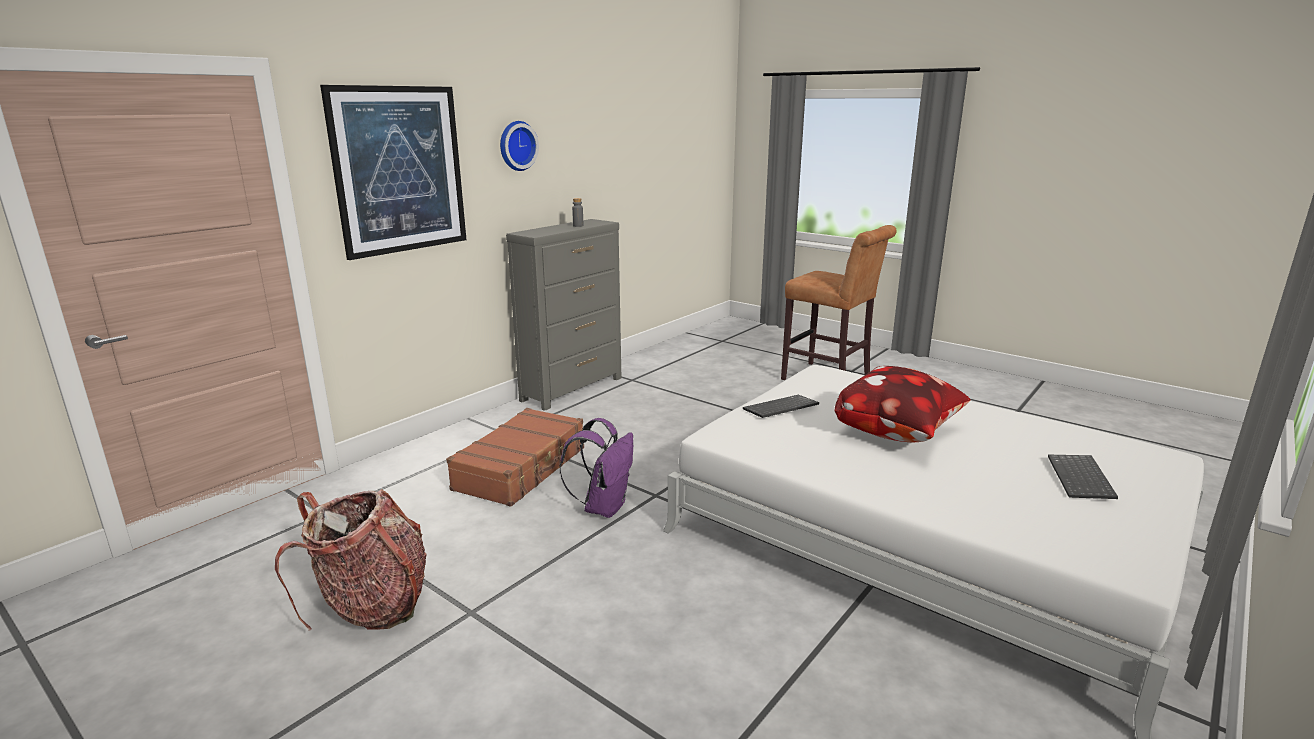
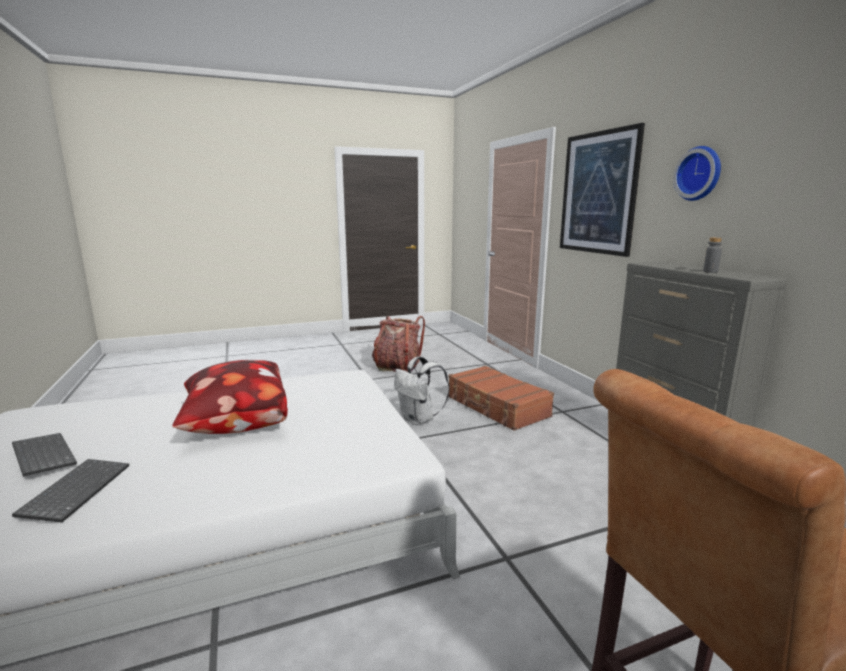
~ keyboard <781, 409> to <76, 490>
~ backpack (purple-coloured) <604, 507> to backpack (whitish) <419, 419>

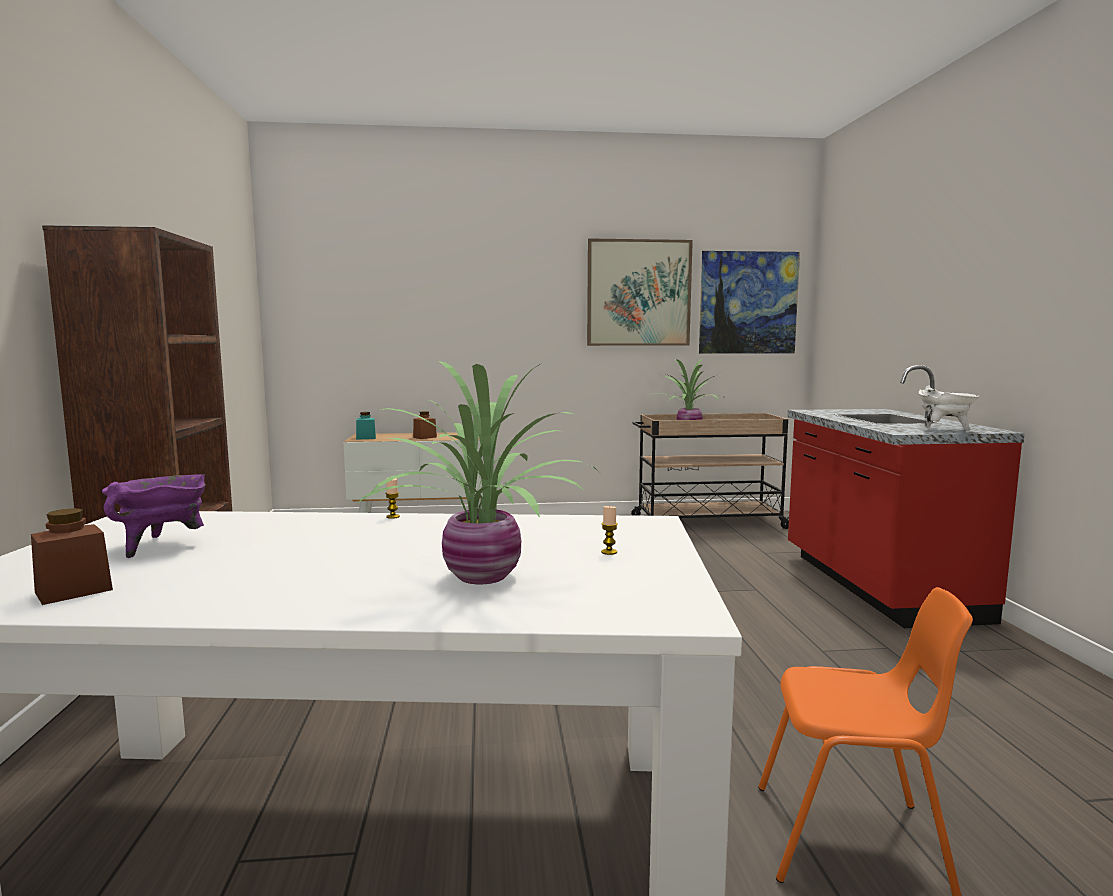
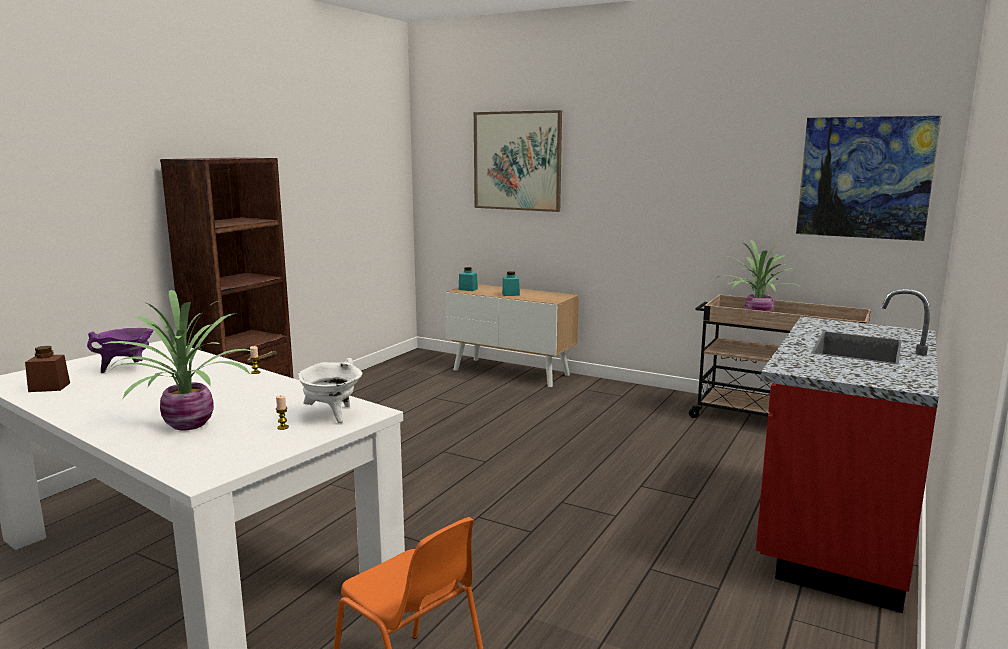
~ stockpot (whitish) <943, 430> to <332, 415>
~ wall art <638, 293> to <517, 161>
~ jar (brownish) <425, 437> to jar (turquoise-coloured) <510, 294>

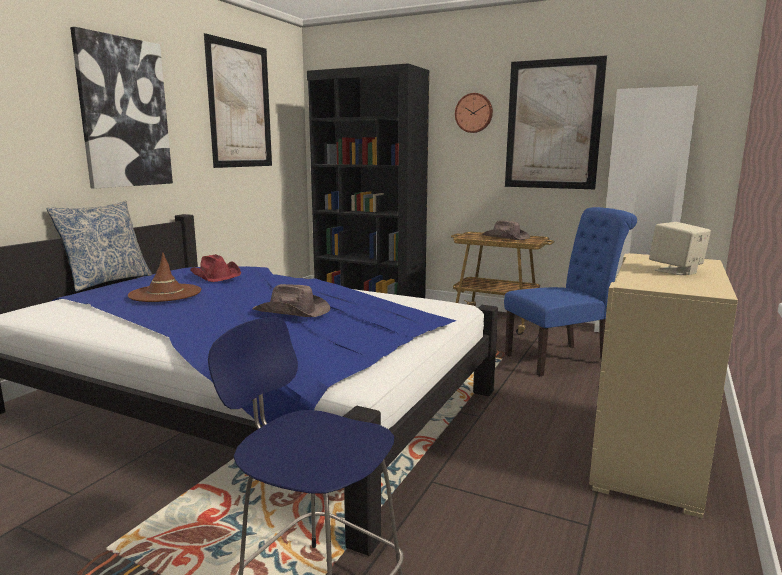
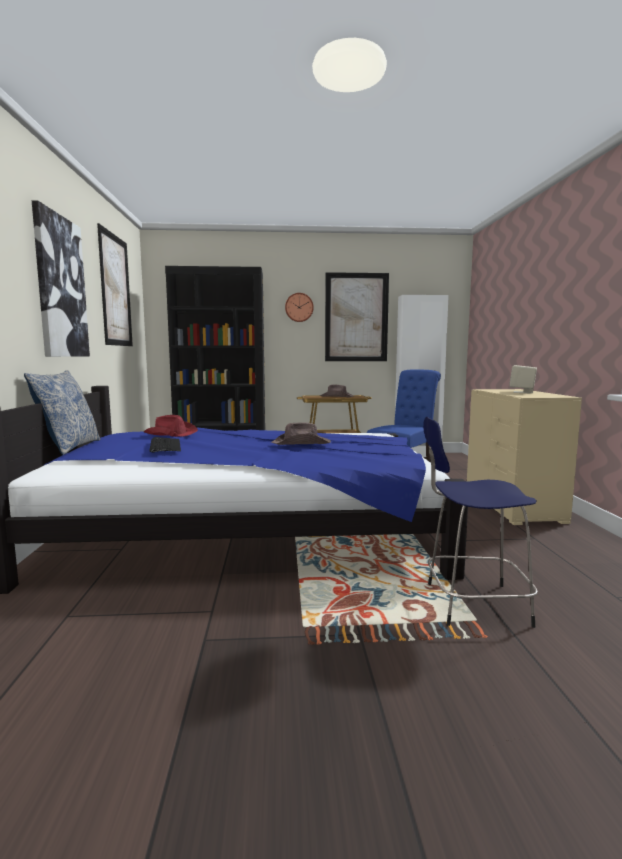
~ wearable hat (brownish) <165, 293> to keyboard <164, 446>

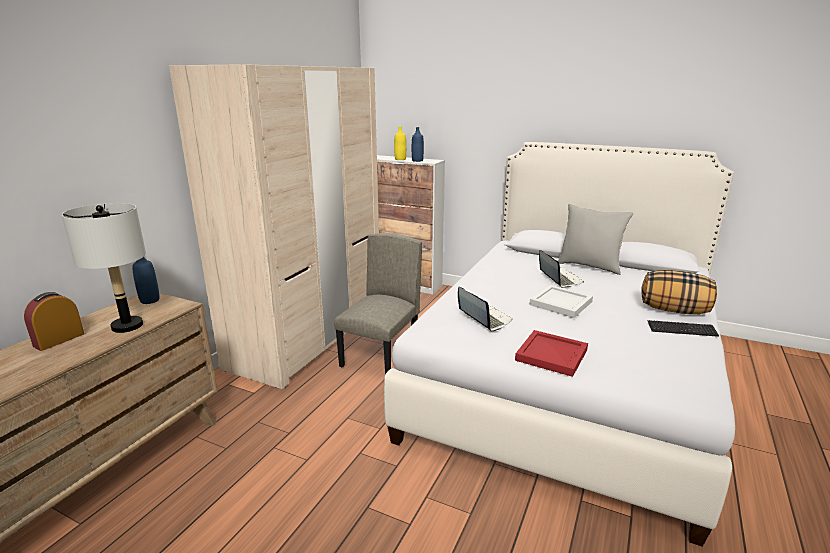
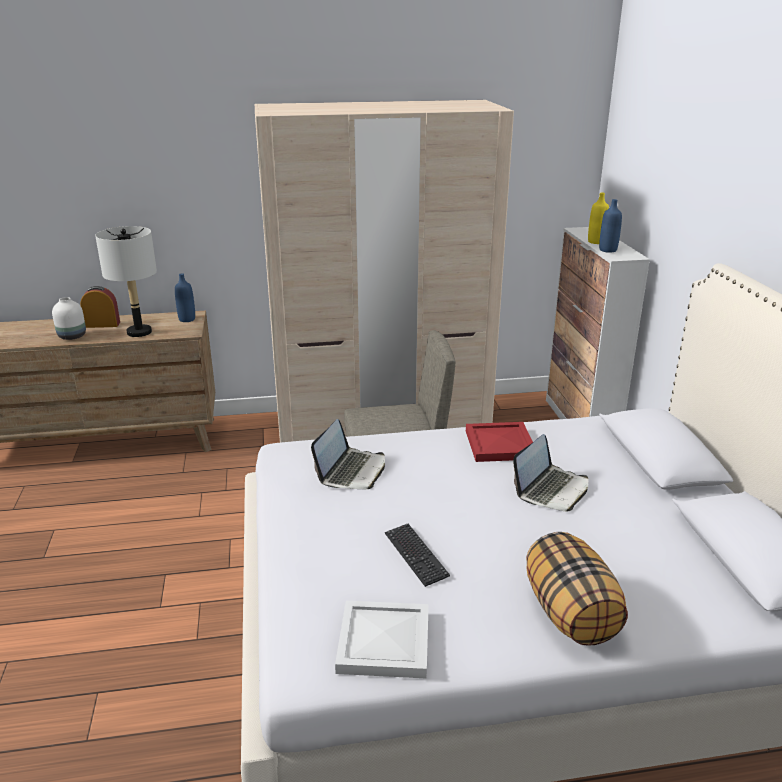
+ flower vase (whitish) <71, 336>
~ serving tray (whitish) <561, 304> to <382, 643>
~ keyboard <682, 329> to <416, 555>
~ serving tray (red) <551, 354> to <500, 444>
- cushion (grey) <589, 266>

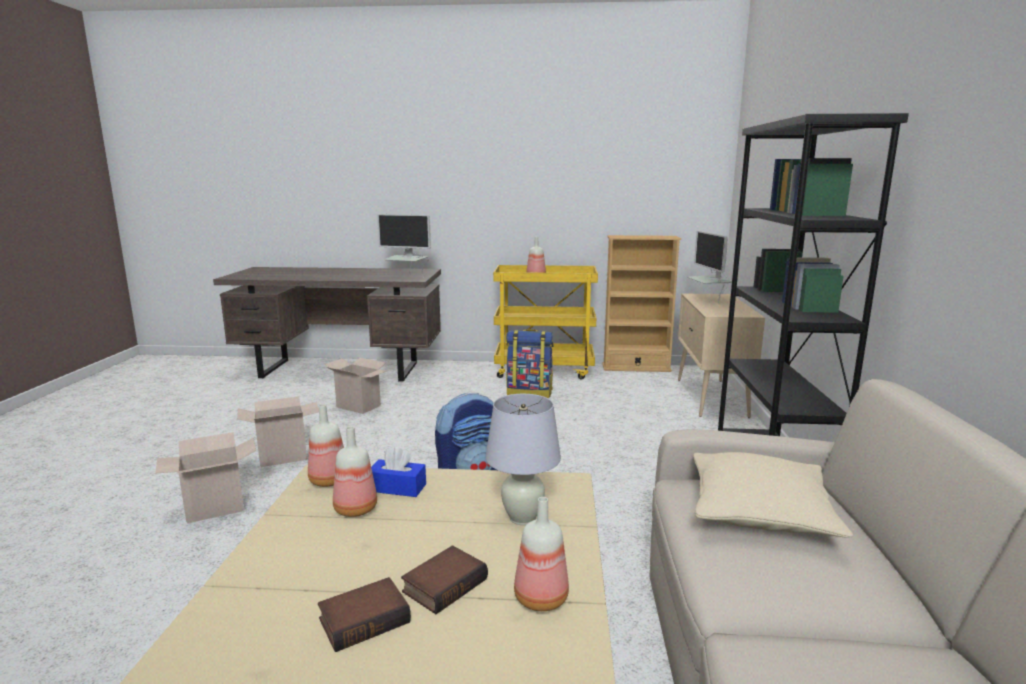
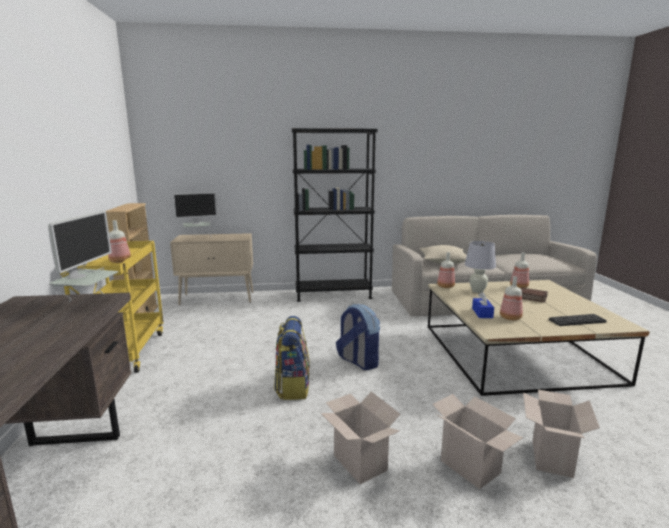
~ backpack <529, 393> to <292, 387>
~ beverage bottle <330, 480> to <445, 286>
~ carton <360, 406> to <550, 456>
+ keyboard <577, 321>
- volume <365, 618>

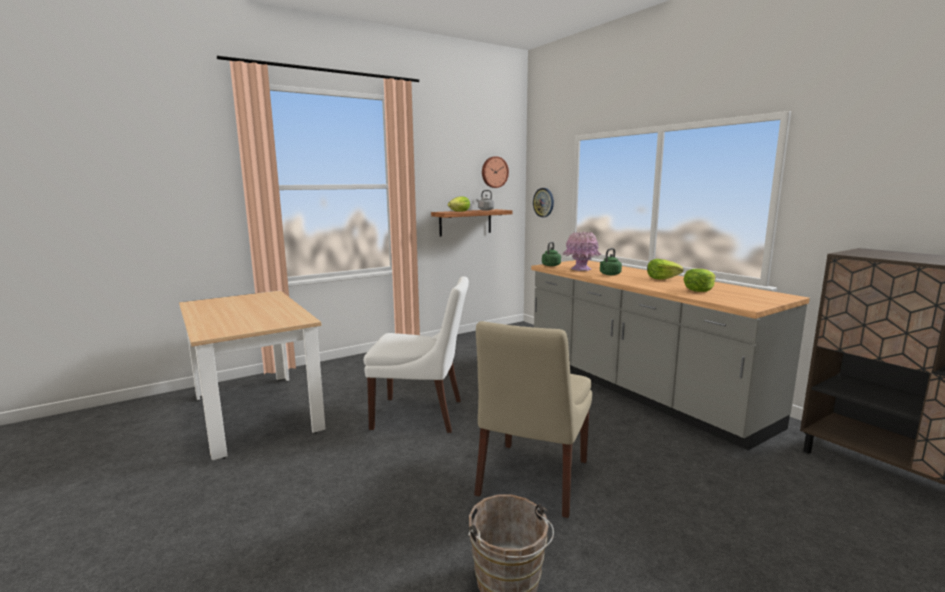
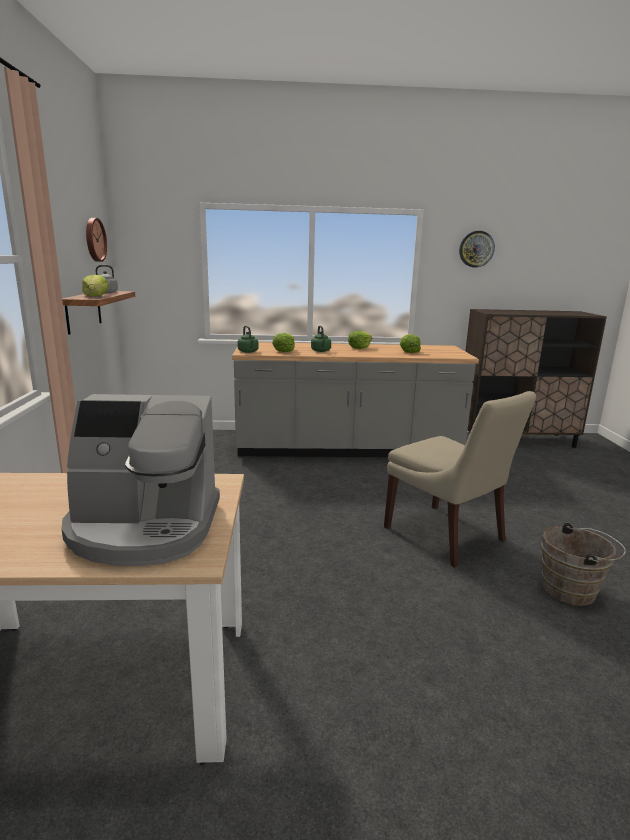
+ coffee maker <145, 527>
~ flower vase (pinkish) <580, 269> to head of lettuce <284, 350>
~ wall clock <543, 202> to <476, 249>
- chair (whitish) <421, 415>

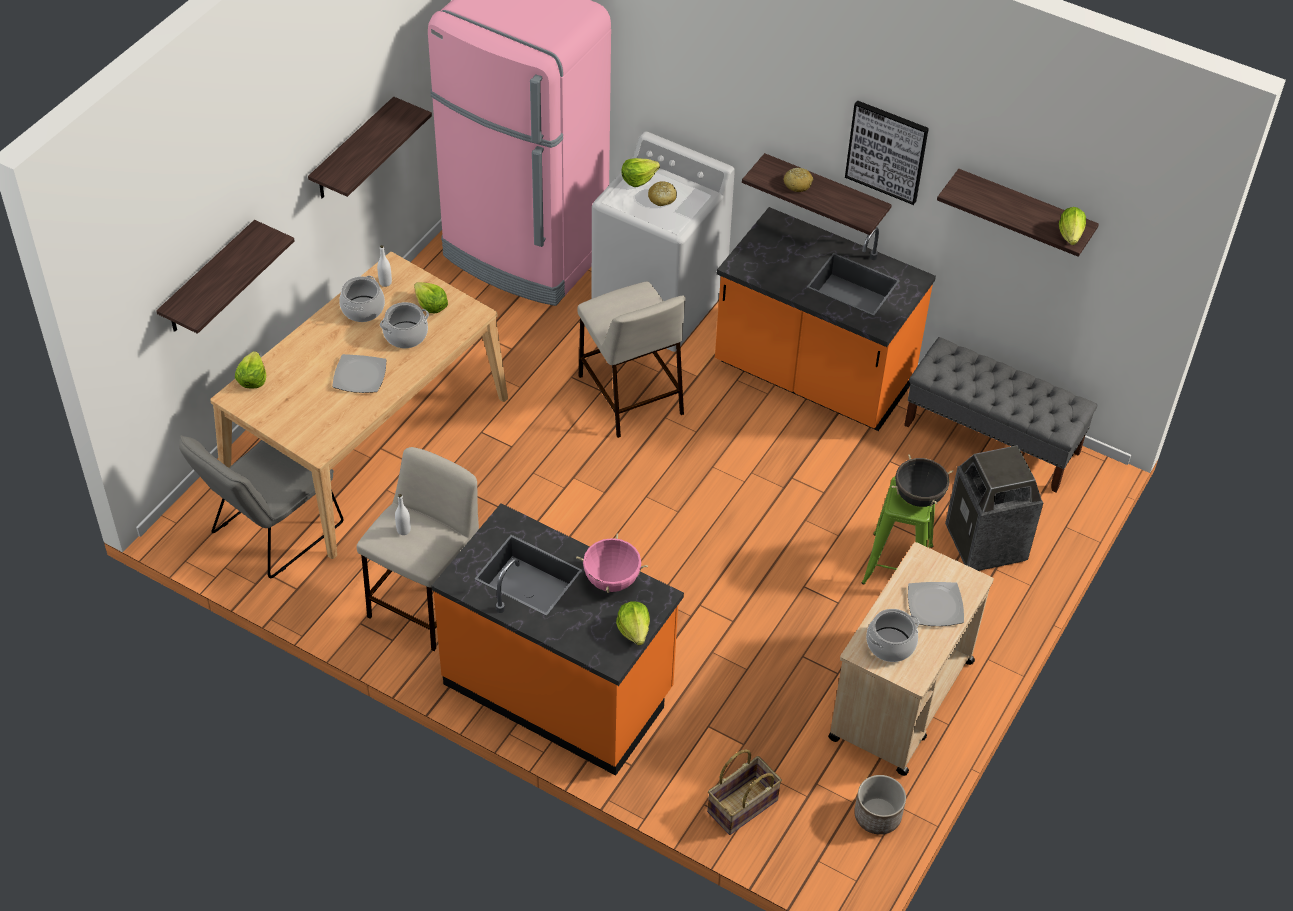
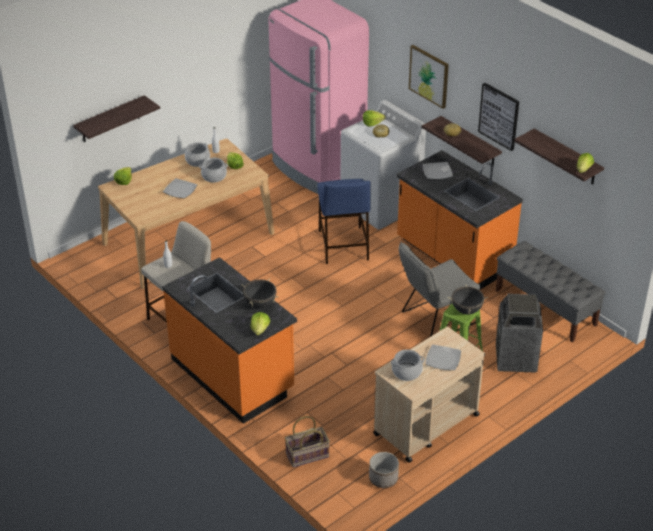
~ stockpot (pinkish) <611, 580> to stockpot (black) <260, 304>
~ sitting stool (sand-coloured) <629, 394> to sitting stool (blue-coloured) <343, 244>
~ chair (grey) <270, 533> to <435, 319>
+ wall art <429, 76>
+ plate <437, 172>
- bracket shelf <353, 150>

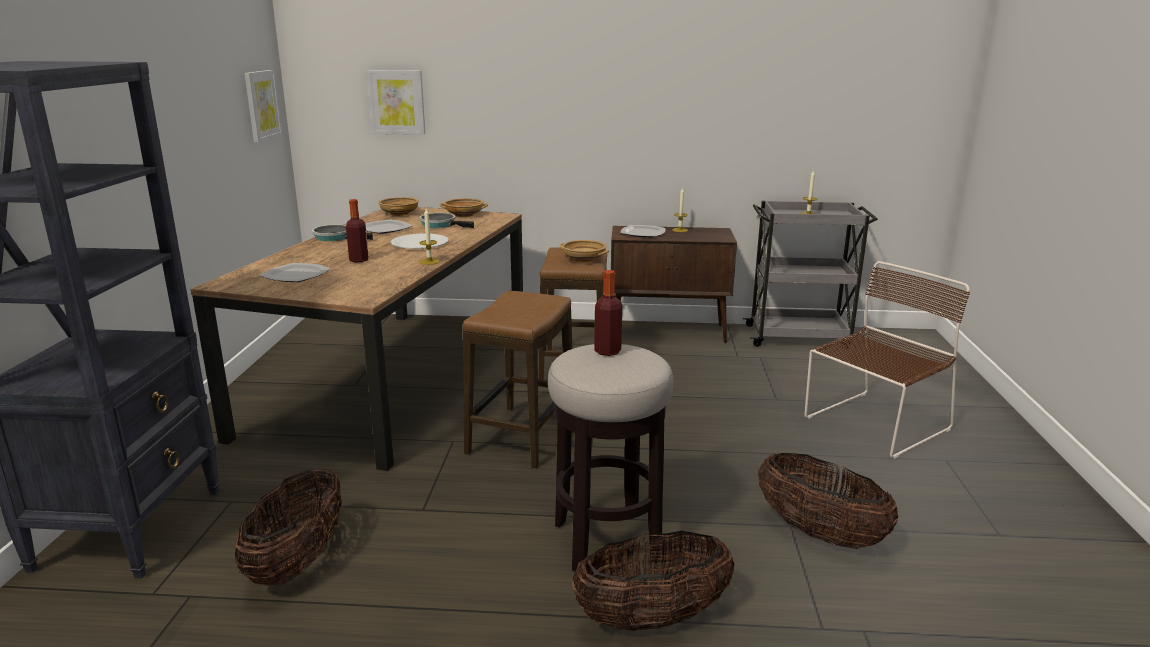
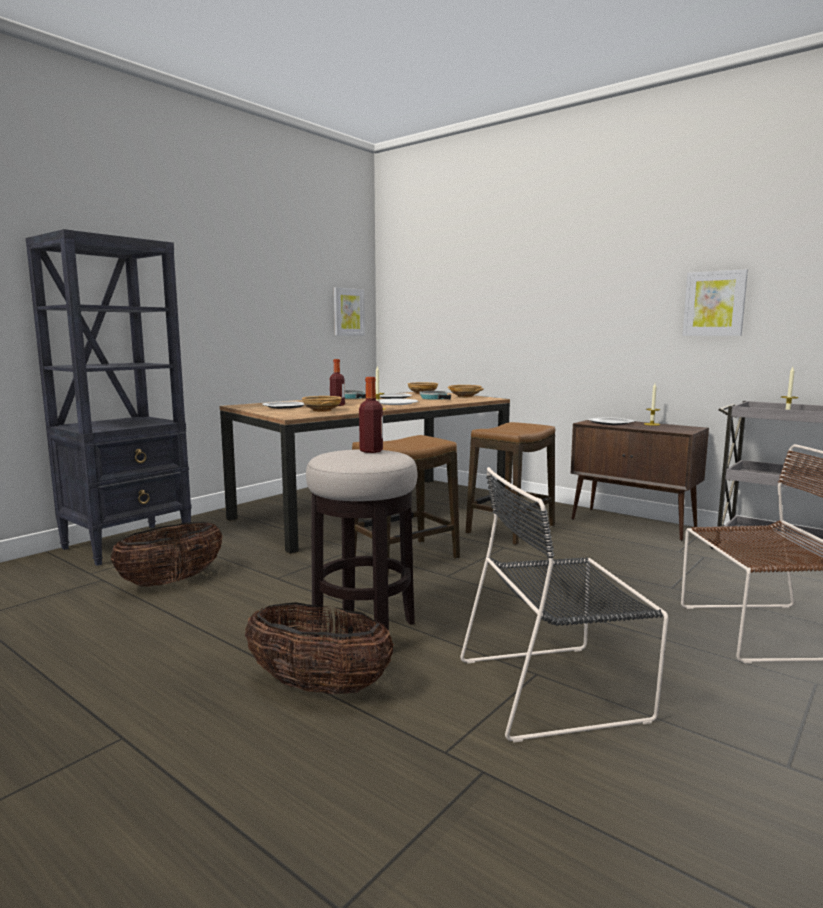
~ bowl (sand-coloured) <583, 259> to <321, 410>
~ household basket <819, 533> to chair (black) <557, 688>
~ wall art <397, 102> to <714, 303>

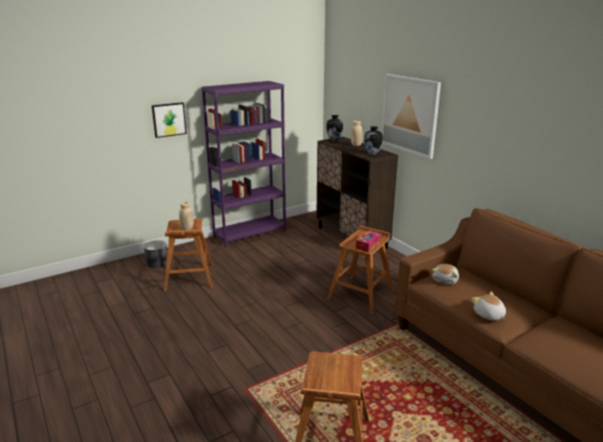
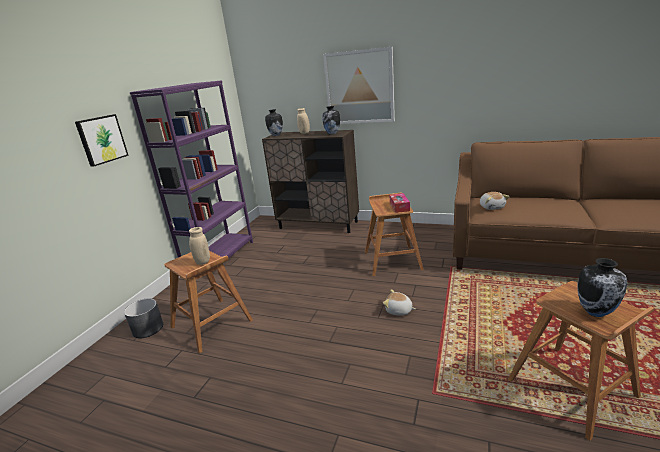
~ plush toy <488, 315> to <398, 311>
+ flower vase <596, 312>

